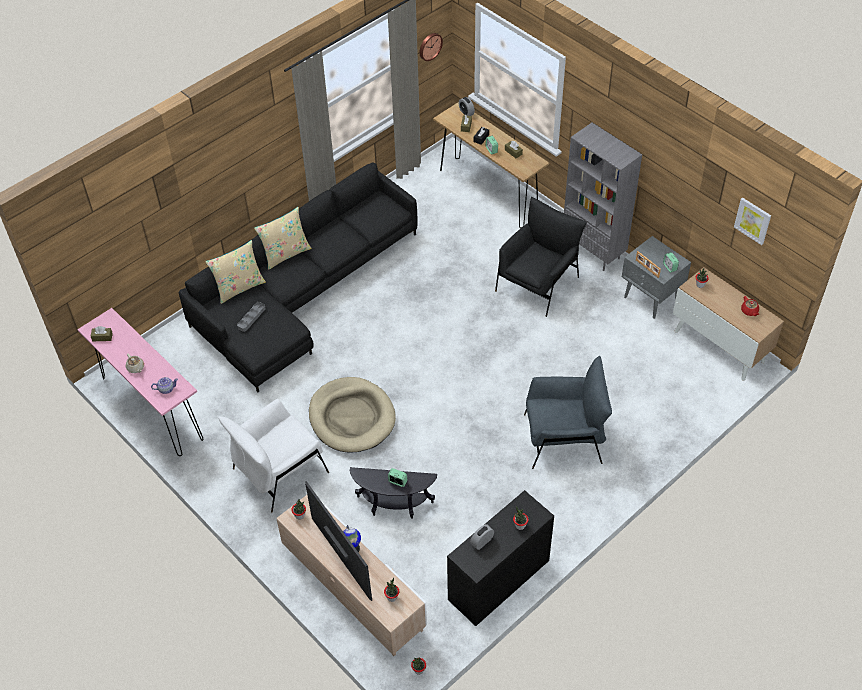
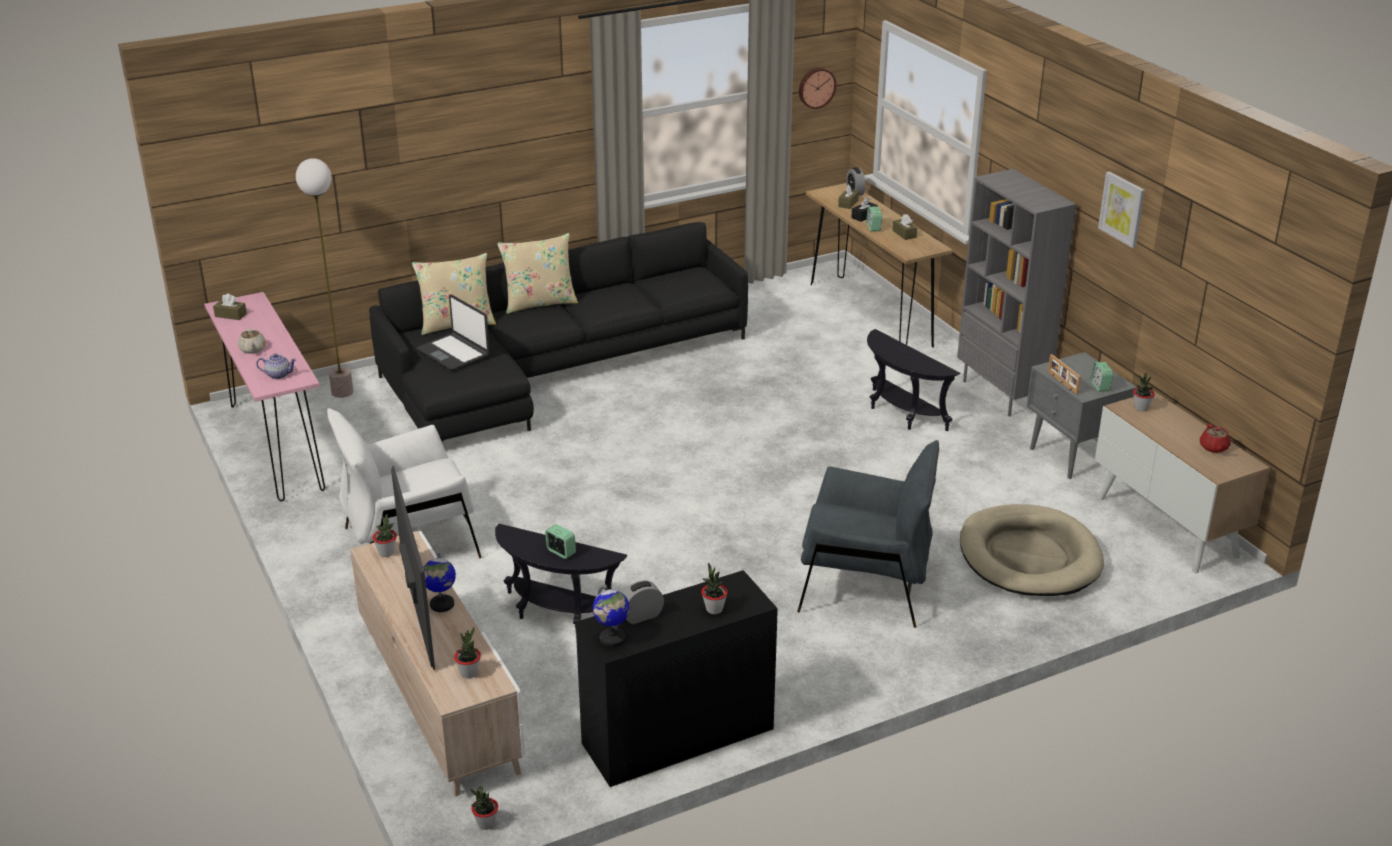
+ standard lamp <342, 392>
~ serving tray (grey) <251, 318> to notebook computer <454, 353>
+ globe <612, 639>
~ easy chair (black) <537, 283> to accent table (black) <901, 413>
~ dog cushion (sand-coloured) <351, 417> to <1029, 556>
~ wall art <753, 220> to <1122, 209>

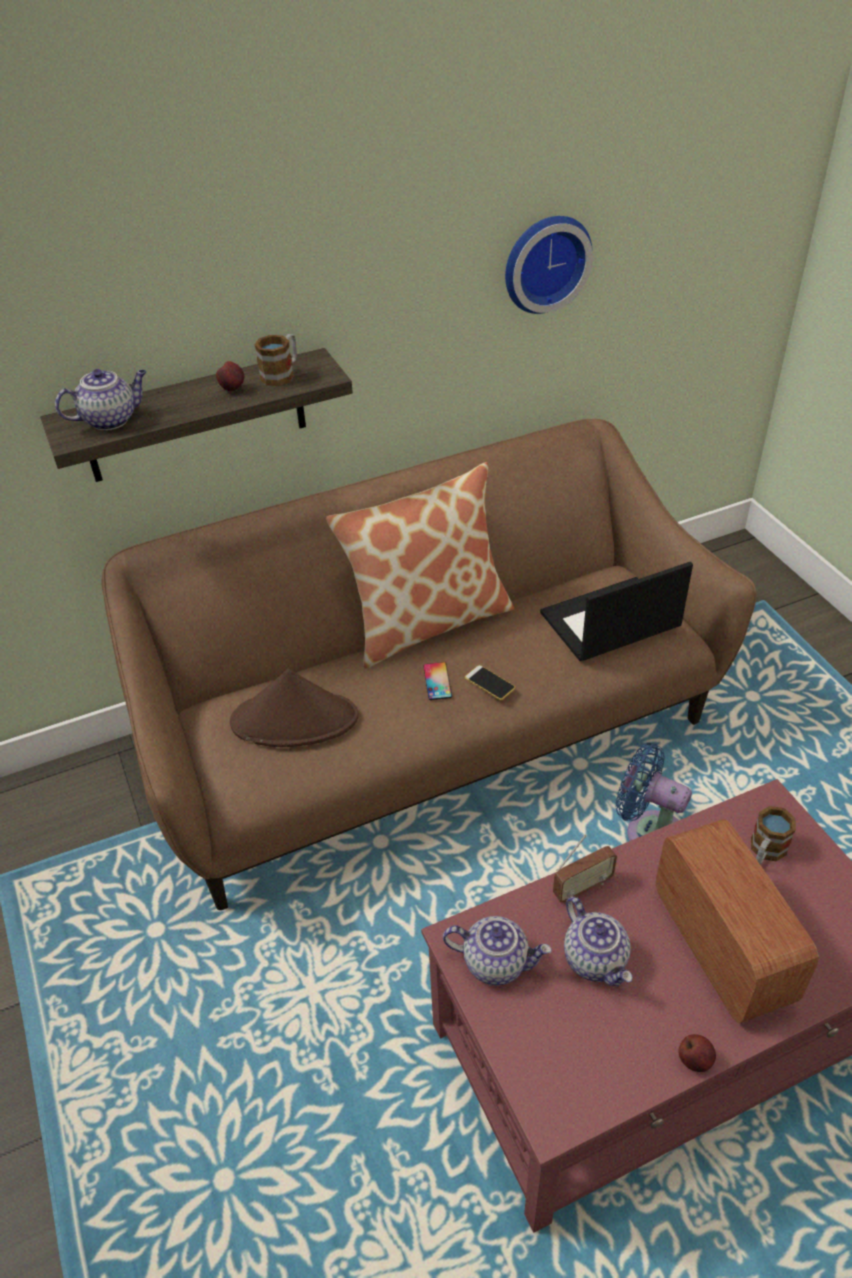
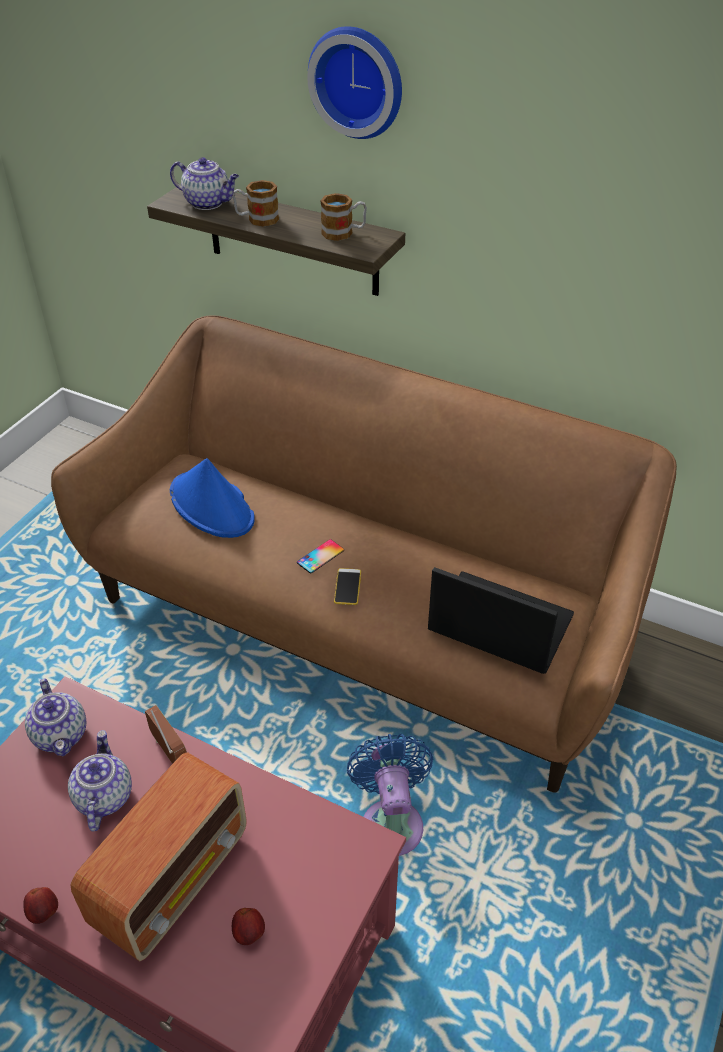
~ pot for tea <596, 959> = <103, 796> 150 degrees clockwise
~ radio <582, 887> = <169, 752> 150 degrees counterclockwise
~ wearable hat (brownish) <295, 720> to wearable hat (blue-coloured) <212, 506>
~ apple <233, 389> to <249, 933>
~ tea mug <765, 851> to <257, 219>
~ wall clock <544, 262> to <358, 81>
- cushion <427, 622>

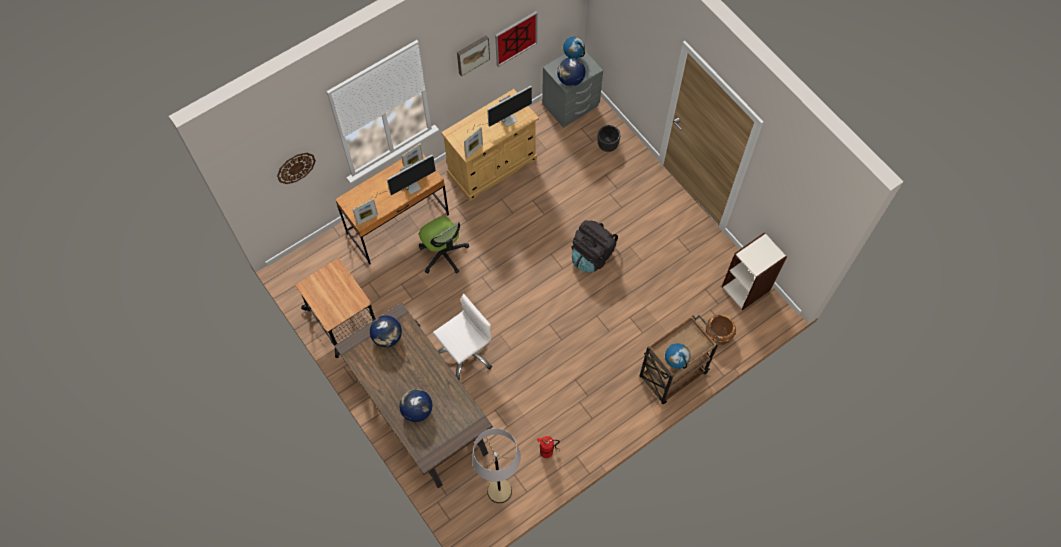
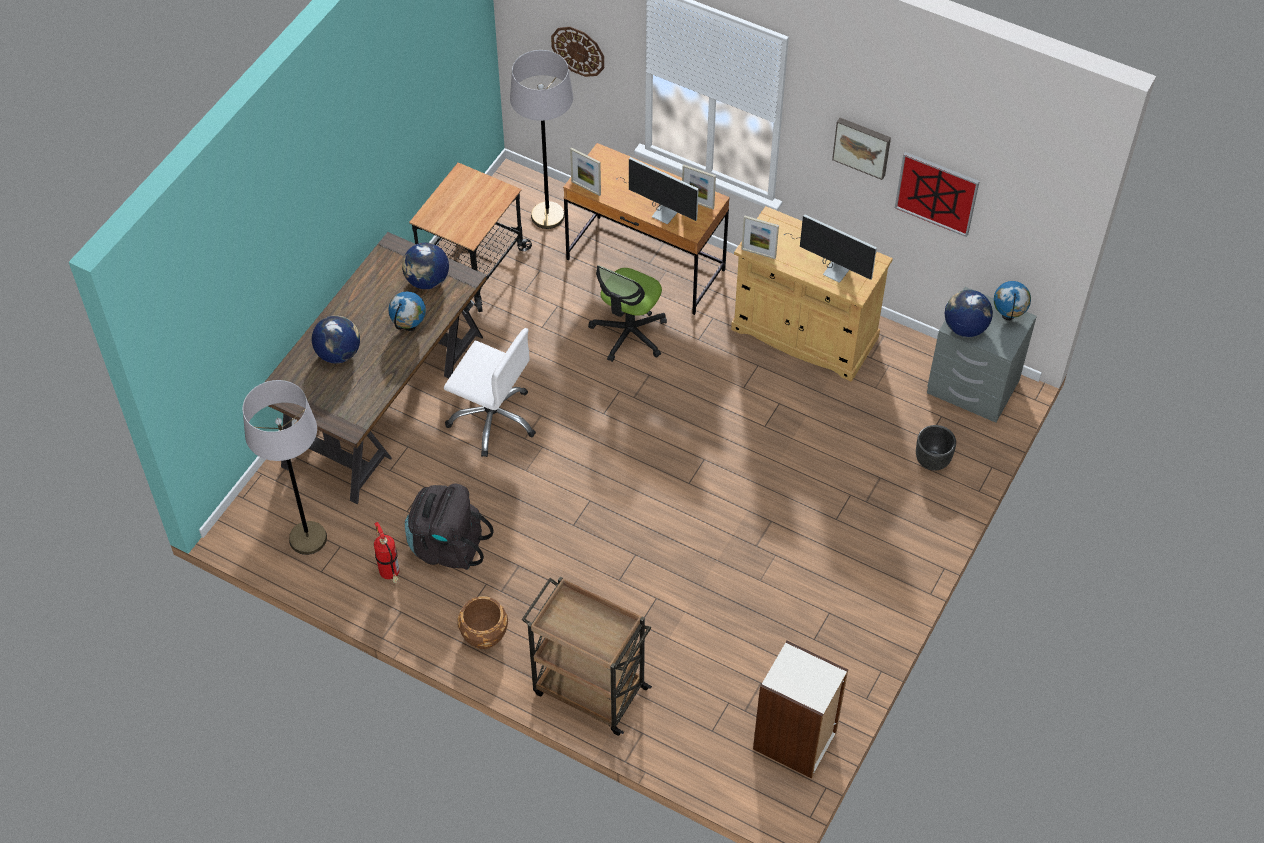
~ globe <675, 362> to <409, 327>
~ backpack (black) <592, 255> to <447, 546>
~ planter (brownish) <718, 335> to <484, 635>
+ standard lamp (grey) <547, 216>

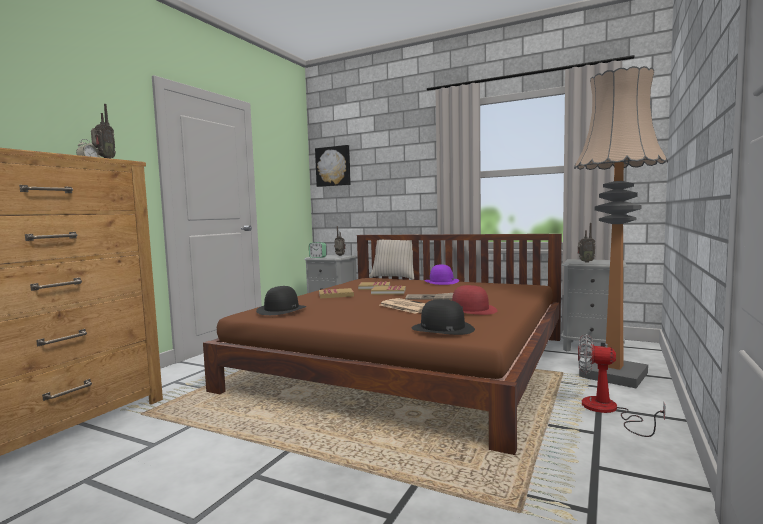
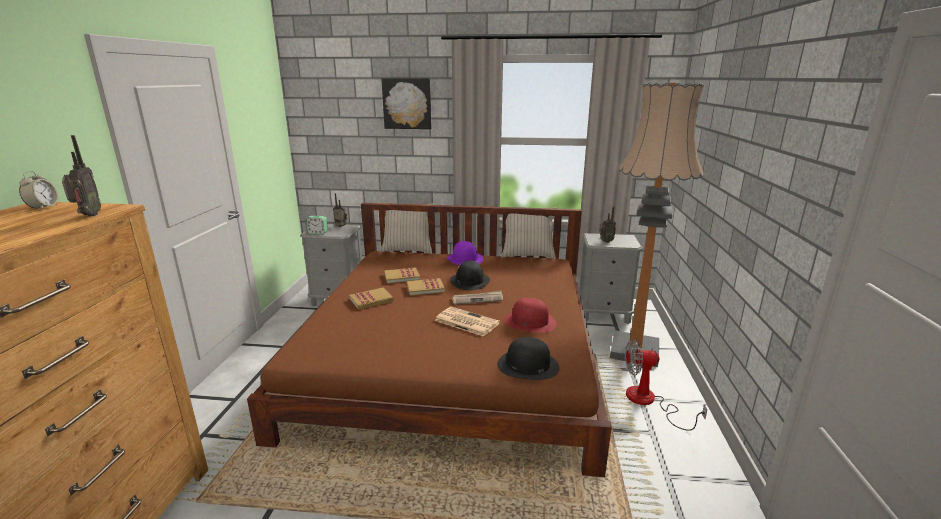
~ wall art <333, 166> to <407, 103>
~ wearable hat (black) <281, 309> to <470, 281>
+ cushion (sand-coloured) <527, 255>

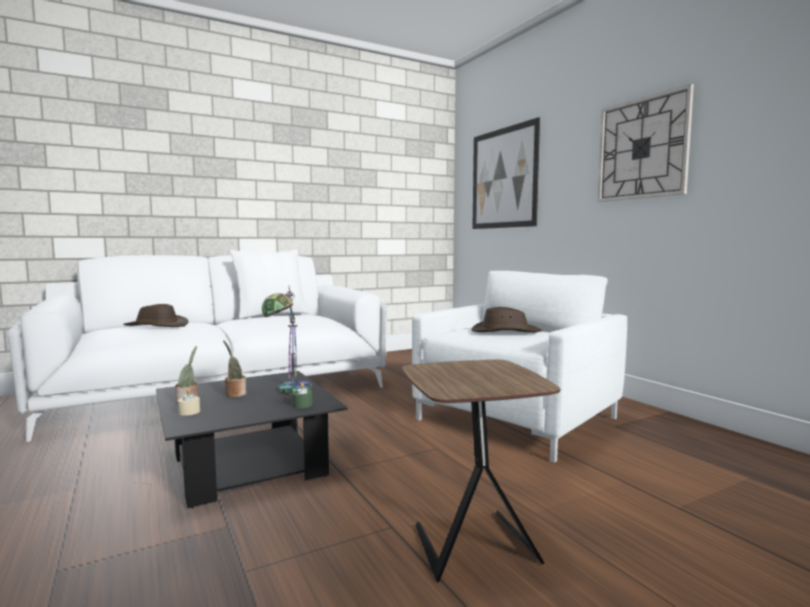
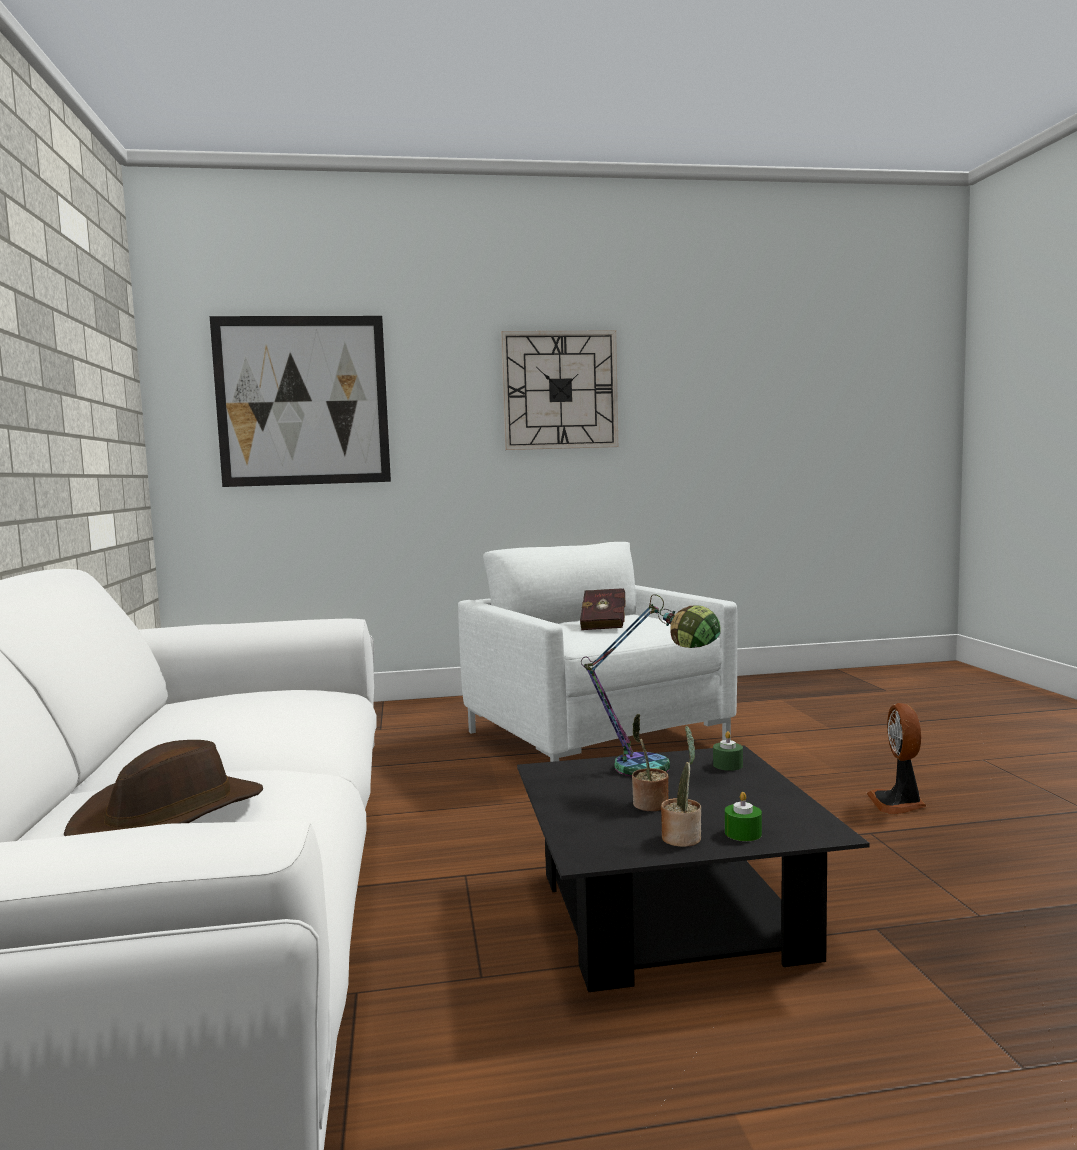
~ wearable hat (brownish) <505, 332> to volume (red) <604, 625>
~ wax light (sand-coloured) <189, 412> to wax light (green) <743, 833>
~ accent table (brownish) <471, 542> to electric fan <898, 803>
- cushion (whitish) <271, 315>

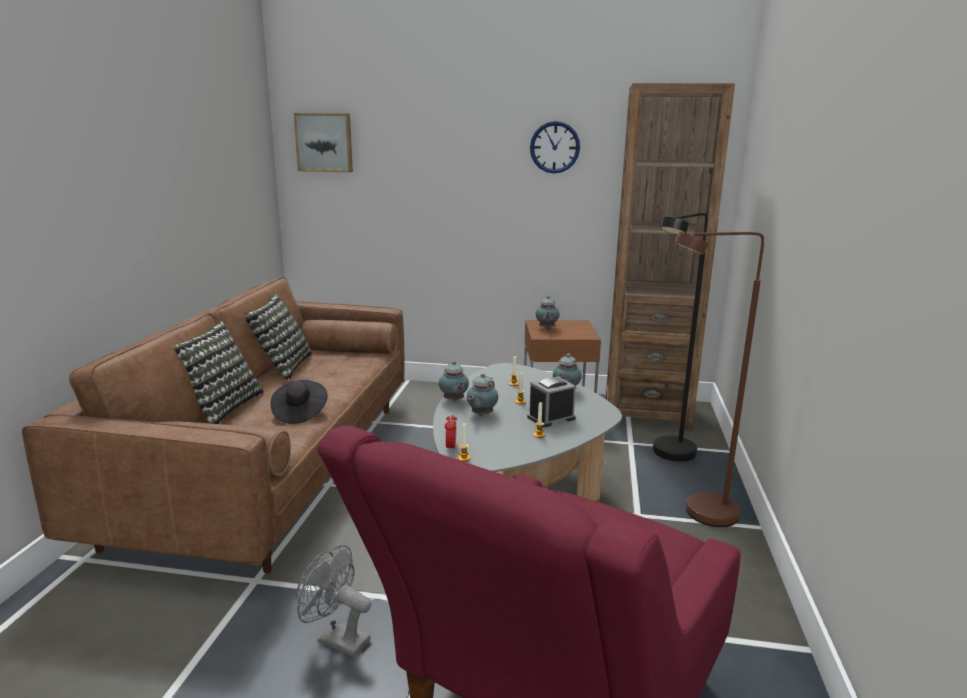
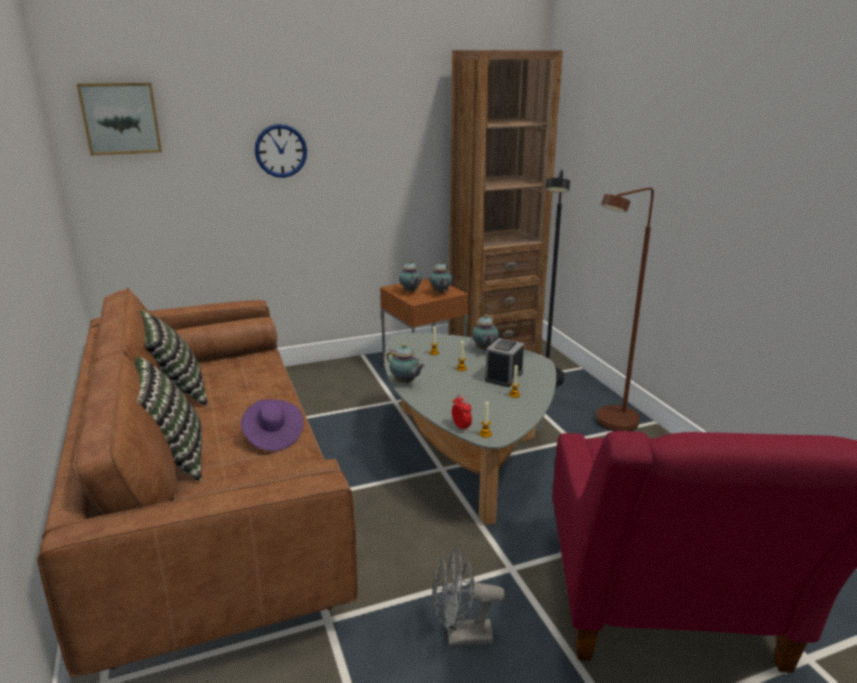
~ wearable hat (black) <299, 413> to wearable hat (purple-coloured) <273, 436>
~ wall clock <555, 147> to <281, 151>
~ pot for tea <481, 415> to <440, 293>

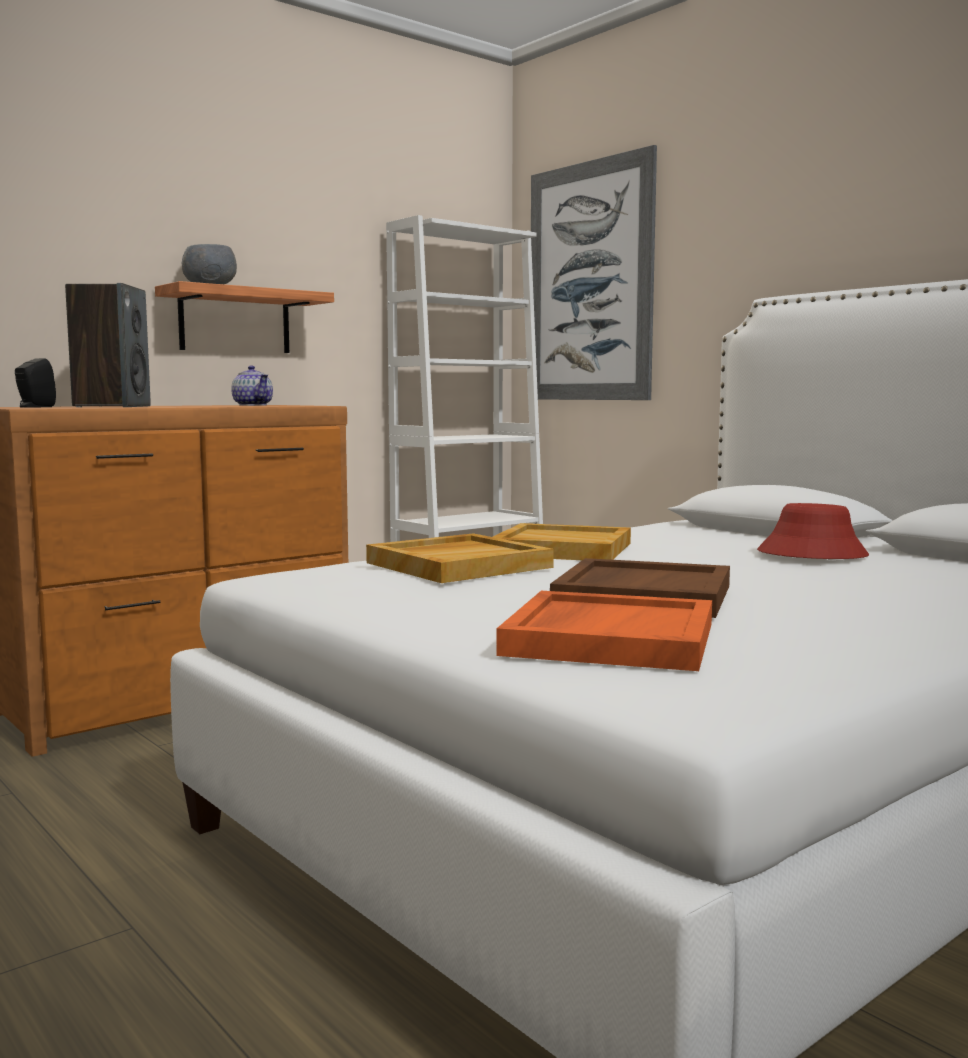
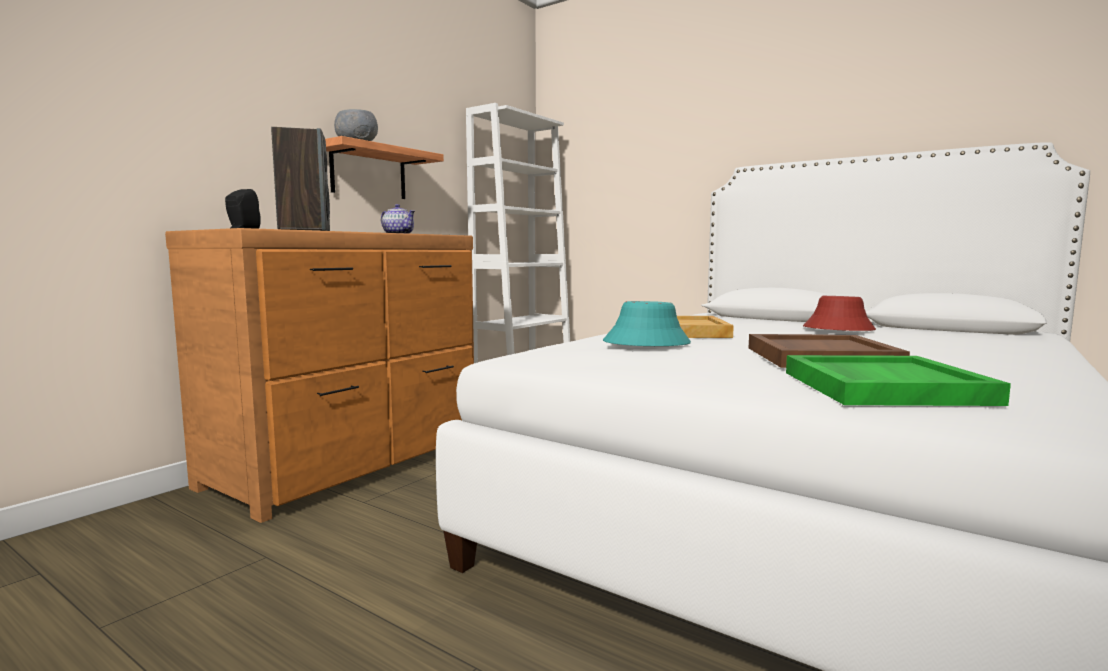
~ serving tray (sand-coloured) <459, 565> to wearable hat (turquoise-coloured) <646, 343>
~ serving tray (orangey) <609, 638> to serving tray (green) <881, 387>
- wall art <589, 282>

